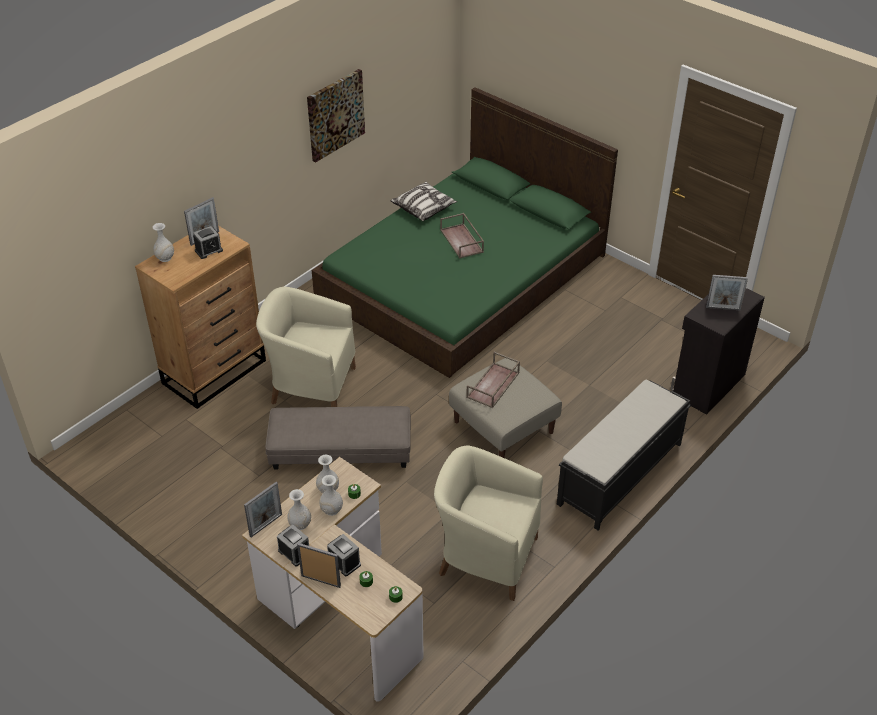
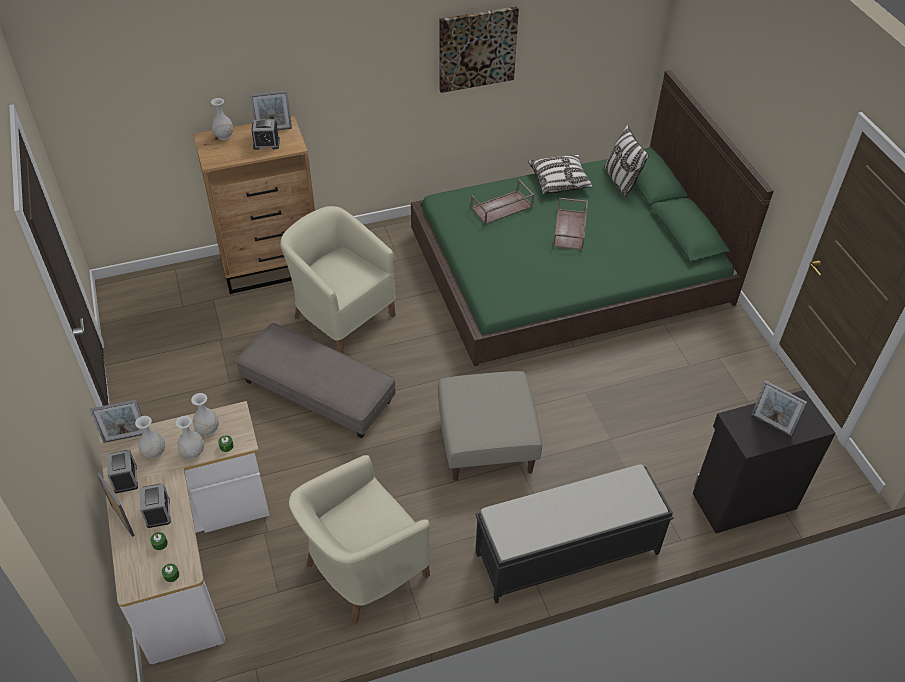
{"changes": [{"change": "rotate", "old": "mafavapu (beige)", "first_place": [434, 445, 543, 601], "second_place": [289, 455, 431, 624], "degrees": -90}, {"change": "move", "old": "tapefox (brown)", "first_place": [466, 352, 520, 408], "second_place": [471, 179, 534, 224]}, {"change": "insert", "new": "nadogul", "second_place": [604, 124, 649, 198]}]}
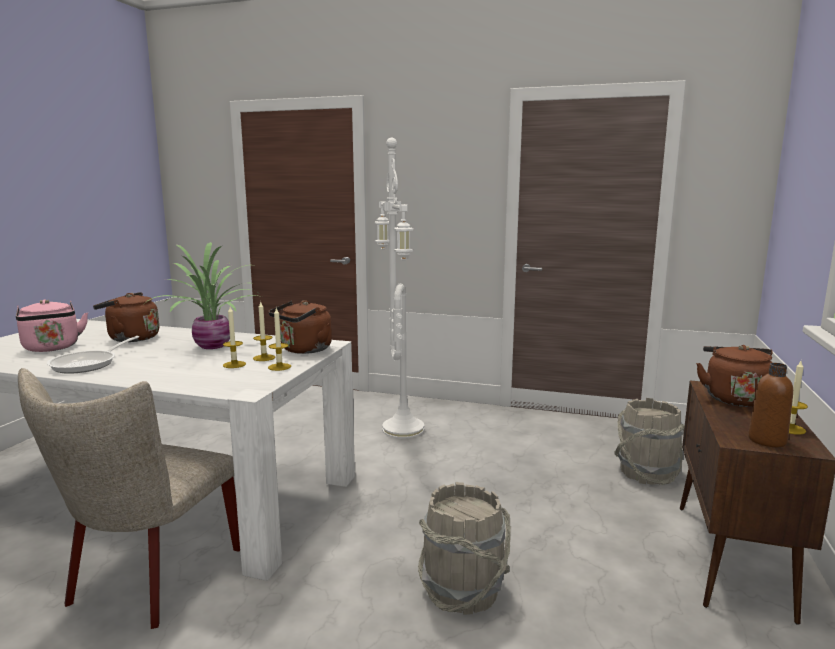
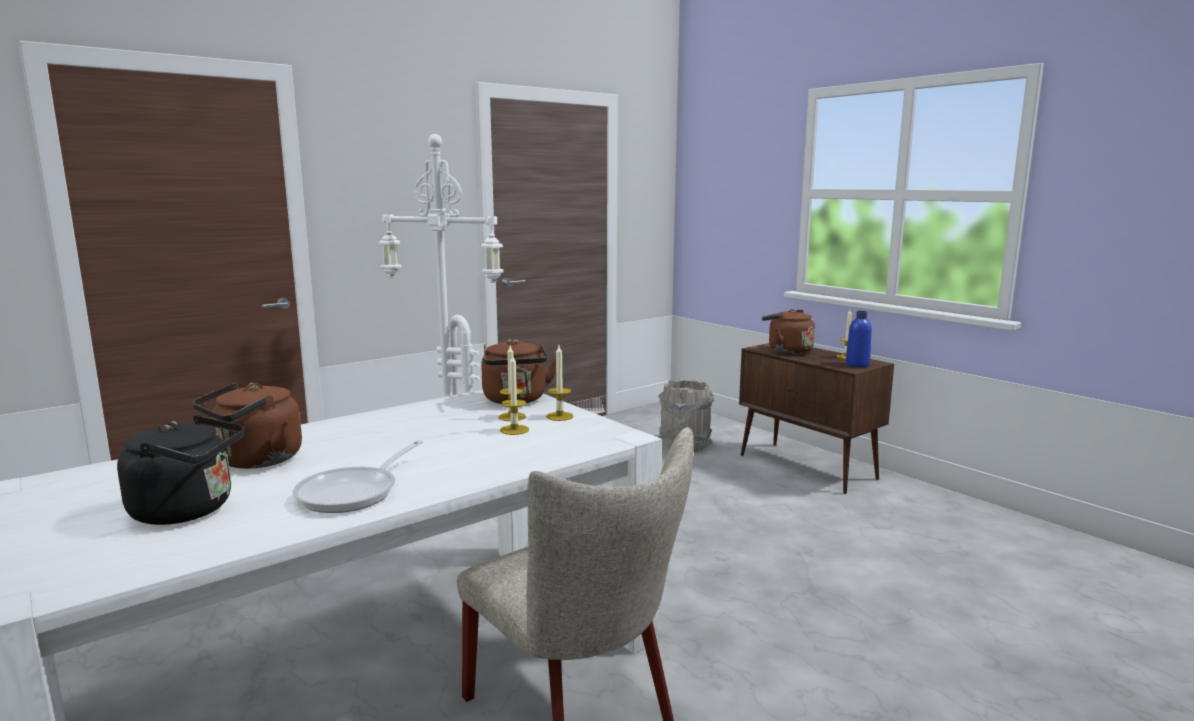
{"changes": [{"change": "recolor", "old": "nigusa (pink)", "new": "nigusa (black)", "first_place": [16, 299, 88, 352], "second_place": [117, 415, 244, 525]}, {"change": "rotate", "old": "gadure", "first_place": [47, 336, 139, 374], "second_place": [293, 440, 423, 513], "degrees": 60}, {"change": "delete", "old": "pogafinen", "first_place": [148, 242, 262, 349]}, {"change": "delete", "old": "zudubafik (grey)", "first_place": [418, 482, 511, 615]}, {"change": "recolor", "old": "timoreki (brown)", "new": "timoreki (blue)", "first_place": [748, 363, 793, 447], "second_place": [846, 311, 872, 367]}]}
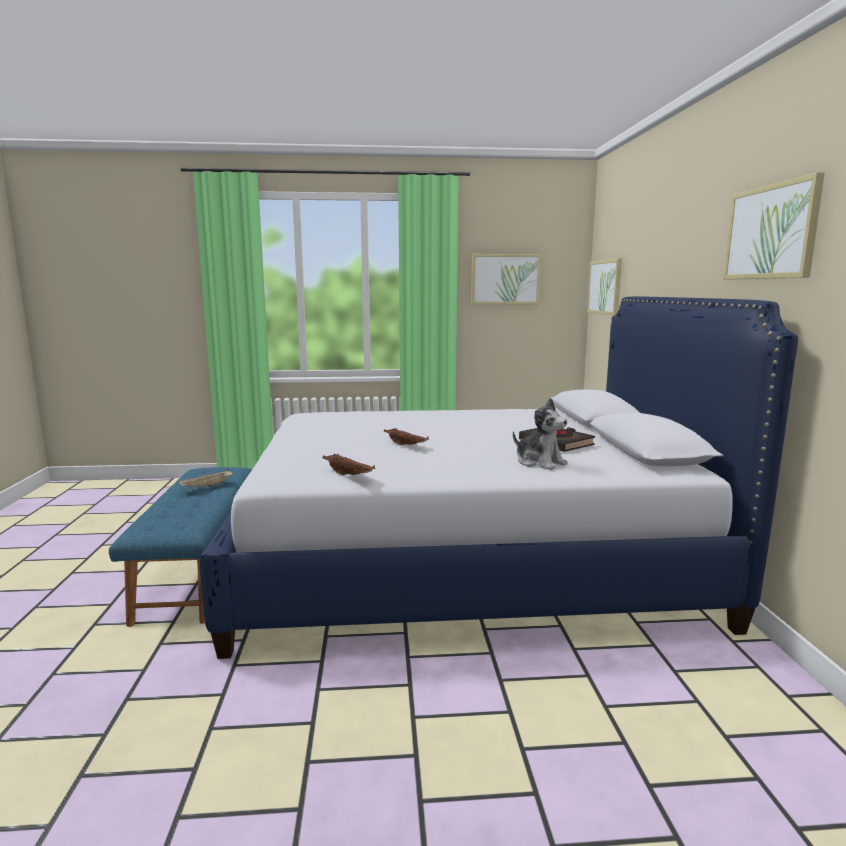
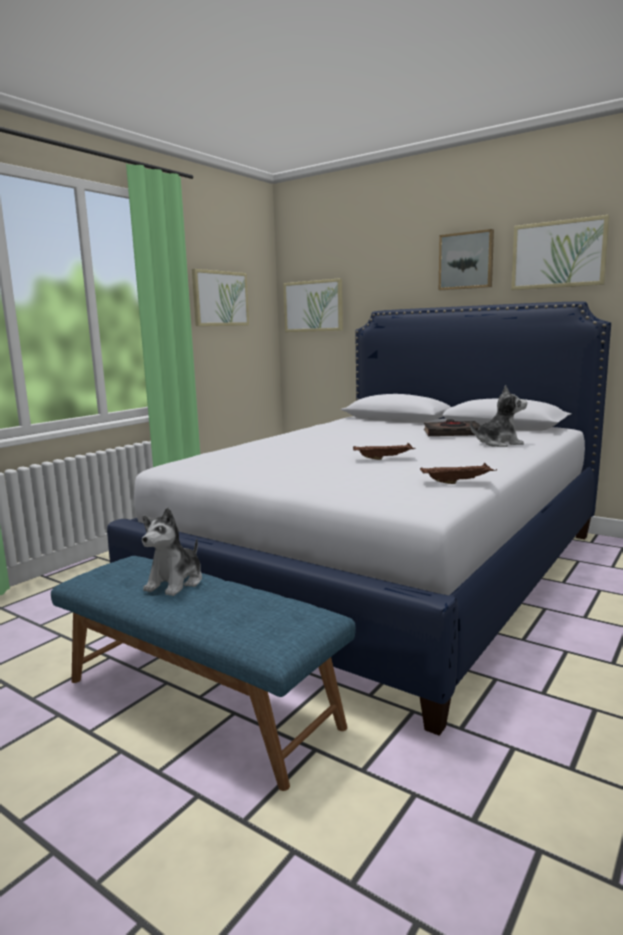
{"changes": [{"change": "replace", "old": "tapefox (beige)", "new": "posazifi", "first_place": [178, 469, 233, 487], "second_place": [142, 507, 202, 596]}, {"change": "insert", "new": "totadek", "second_place": [439, 229, 494, 290]}]}
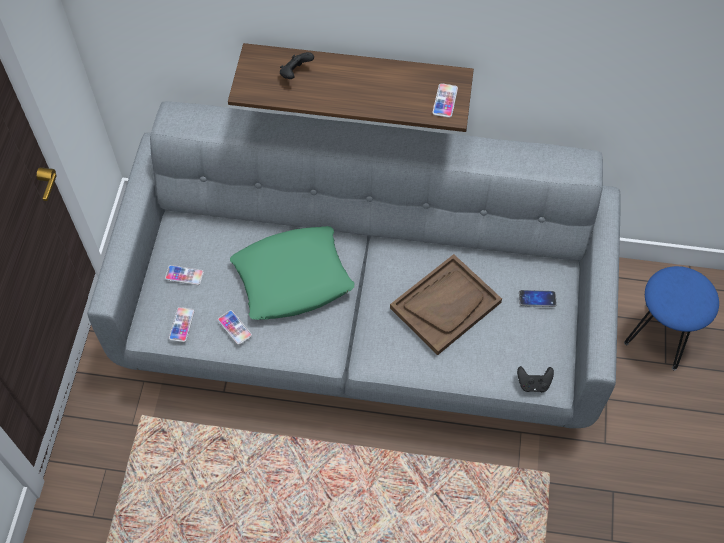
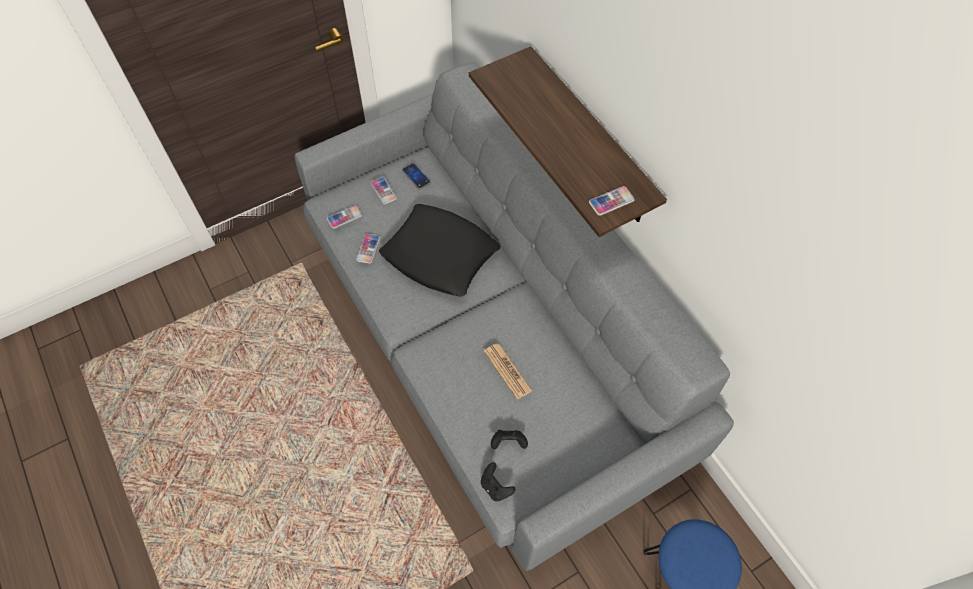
{"changes": [{"change": "recolor", "old": "nadogul (green)", "new": "nadogul (black)", "first_place": [230, 226, 354, 320], "second_place": [379, 204, 501, 297]}, {"change": "move", "old": "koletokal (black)", "first_place": [280, 52, 314, 79], "second_place": [491, 430, 528, 449]}, {"change": "replace", "old": "tapefox (brown)", "new": "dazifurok", "first_place": [390, 254, 502, 355], "second_place": [484, 343, 532, 400]}, {"change": "move", "old": "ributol", "first_place": [519, 290, 557, 307], "second_place": [402, 163, 431, 189]}]}
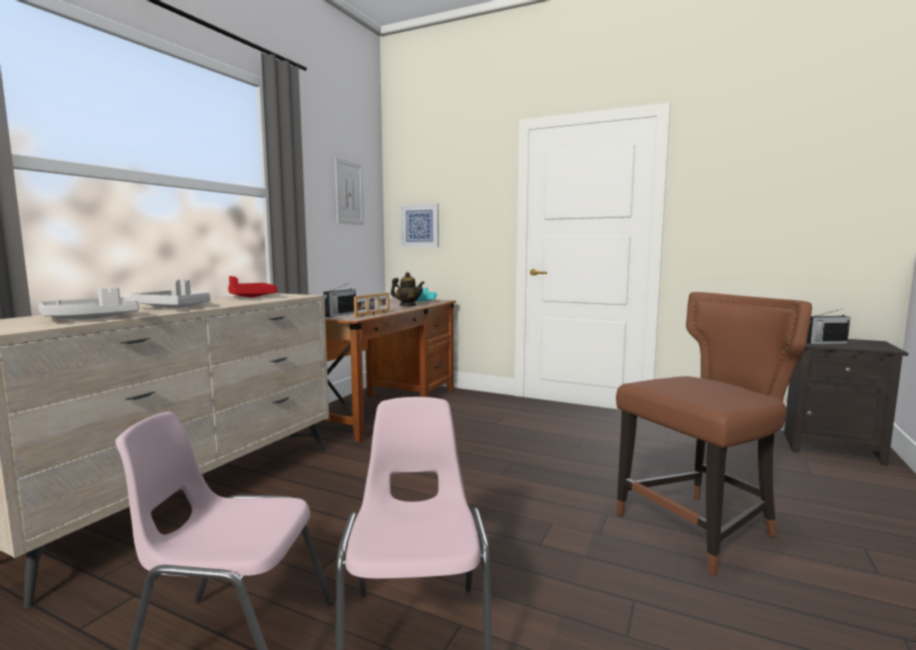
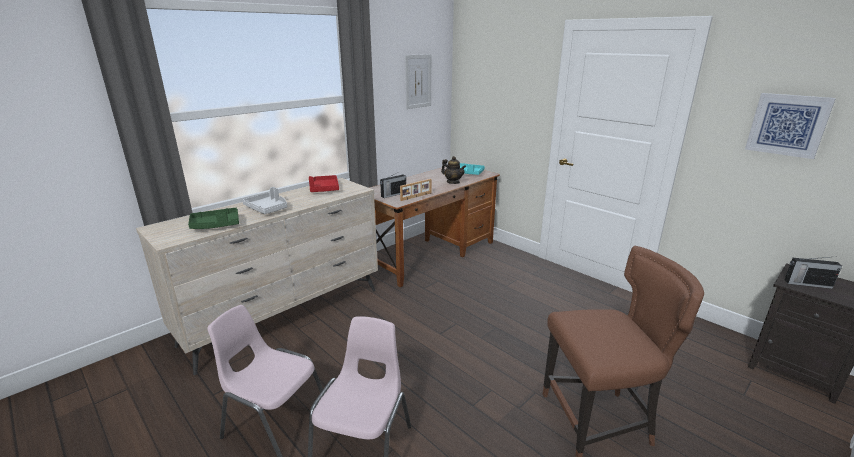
{"changes": [{"change": "recolor", "old": "tapefox (grey)", "new": "tapefox (green)", "first_place": [38, 288, 139, 319], "second_place": [188, 208, 239, 229]}, {"change": "move", "old": "totadek", "first_place": [400, 203, 439, 247], "second_place": [745, 93, 836, 159]}]}
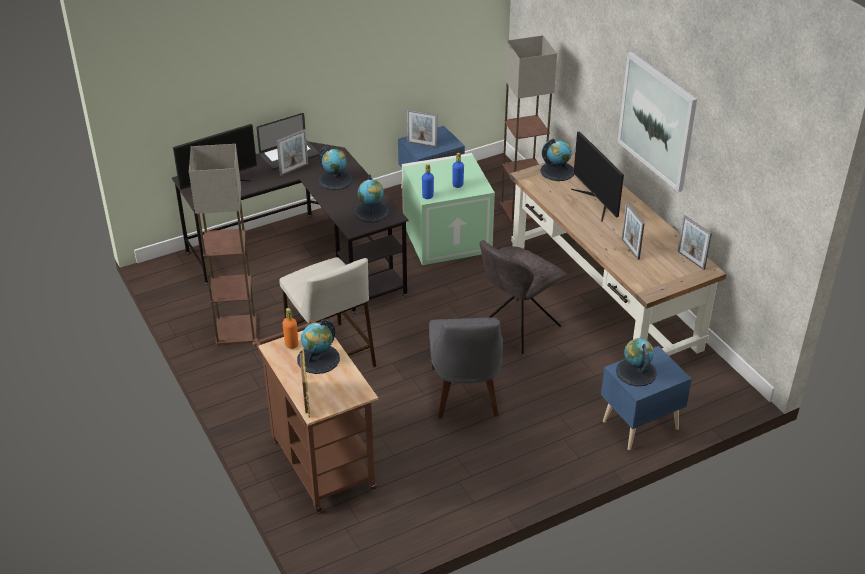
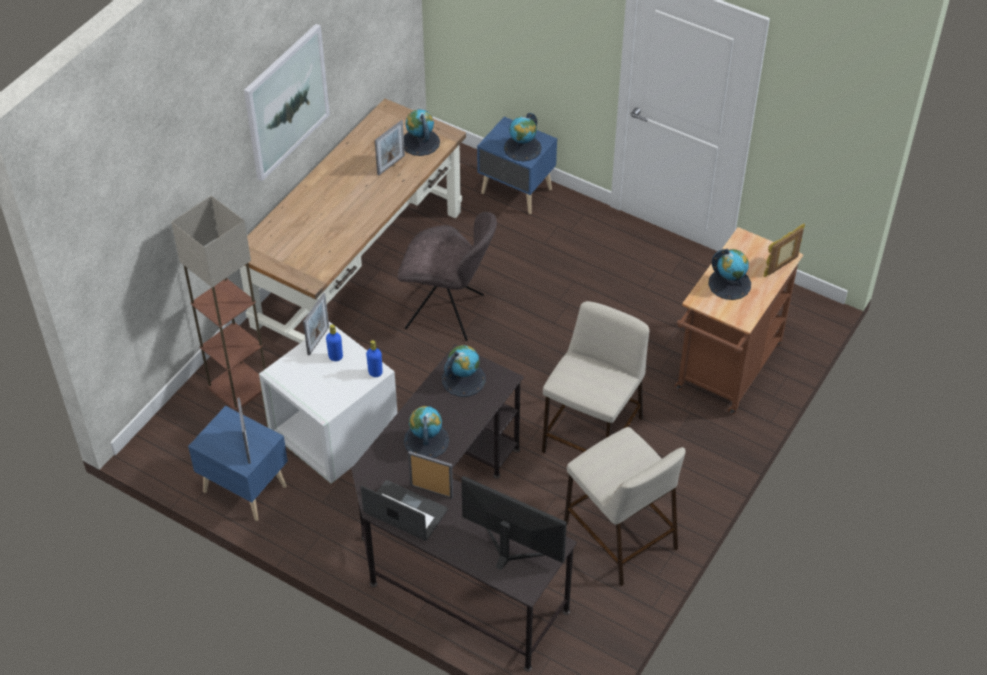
{"changes": [{"change": "replace", "old": "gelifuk", "new": "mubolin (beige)", "first_place": [189, 144, 257, 346], "second_place": [564, 427, 686, 586]}, {"change": "delete", "old": "timoreki (orange)", "first_place": [282, 308, 298, 349]}, {"change": "recolor", "old": "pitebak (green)", "new": "pitebak (white)", "first_place": [402, 153, 495, 265], "second_place": [259, 322, 398, 484]}, {"change": "delete", "old": "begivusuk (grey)", "first_place": [429, 317, 503, 419]}, {"change": "move", "old": "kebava", "first_place": [540, 138, 574, 181], "second_place": [404, 109, 440, 156]}, {"change": "delete", "old": "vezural", "first_place": [571, 131, 624, 222]}, {"change": "move", "old": "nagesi", "first_place": [677, 215, 712, 270], "second_place": [303, 293, 329, 356]}]}
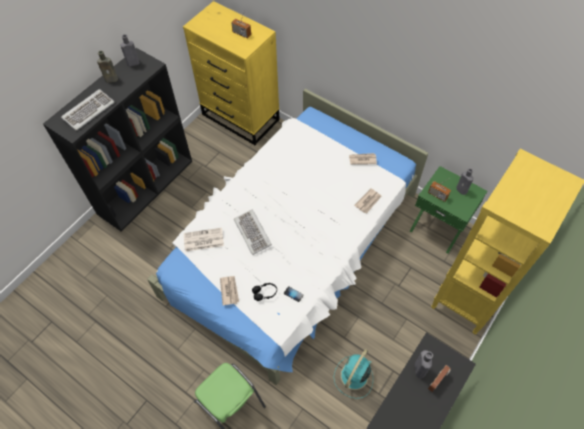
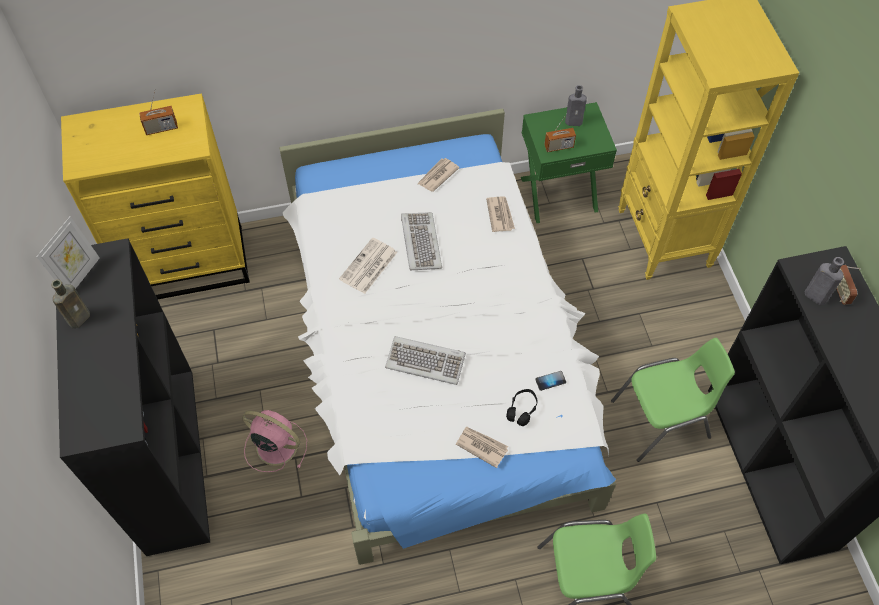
{"changes": [{"change": "move", "old": "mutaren", "first_place": [61, 89, 115, 131], "second_place": [401, 212, 442, 270]}, {"change": "replace", "old": "timoreki (grey)", "new": "nagesi", "first_place": [121, 34, 140, 67], "second_place": [37, 216, 100, 289]}, {"change": "move", "old": "dazifurok", "first_place": [184, 228, 224, 252], "second_place": [339, 238, 397, 294]}, {"change": "replace", "old": "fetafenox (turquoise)", "new": "begivusuk (green)", "first_place": [334, 349, 373, 399], "second_place": [611, 338, 735, 462]}, {"change": "insert", "new": "fetafenox (pink)", "second_place": [242, 410, 307, 472]}]}
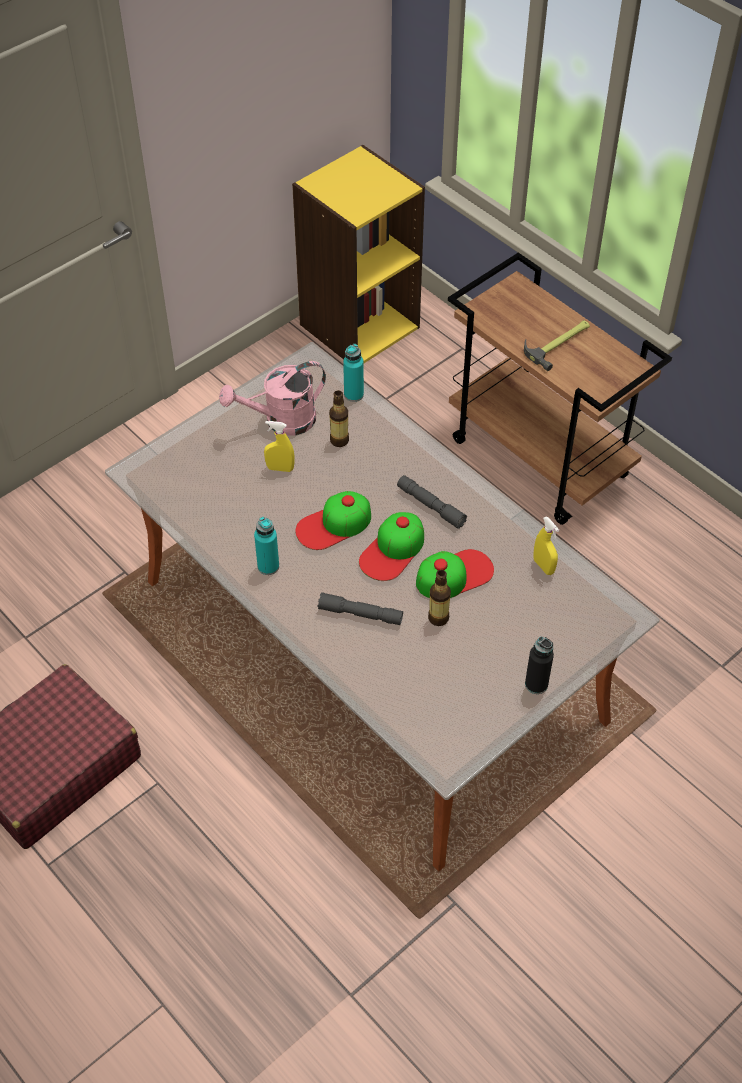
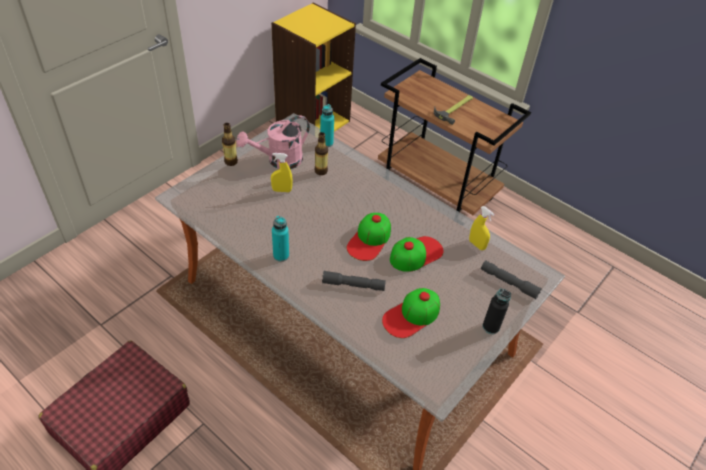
{"changes": [{"change": "move", "old": "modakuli", "first_place": [295, 491, 371, 550], "second_place": [382, 288, 440, 338]}, {"change": "move", "old": "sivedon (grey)", "first_place": [397, 475, 467, 529], "second_place": [481, 260, 542, 299]}, {"change": "move", "old": "timoreki", "first_place": [428, 570, 451, 626], "second_place": [222, 123, 238, 166]}]}
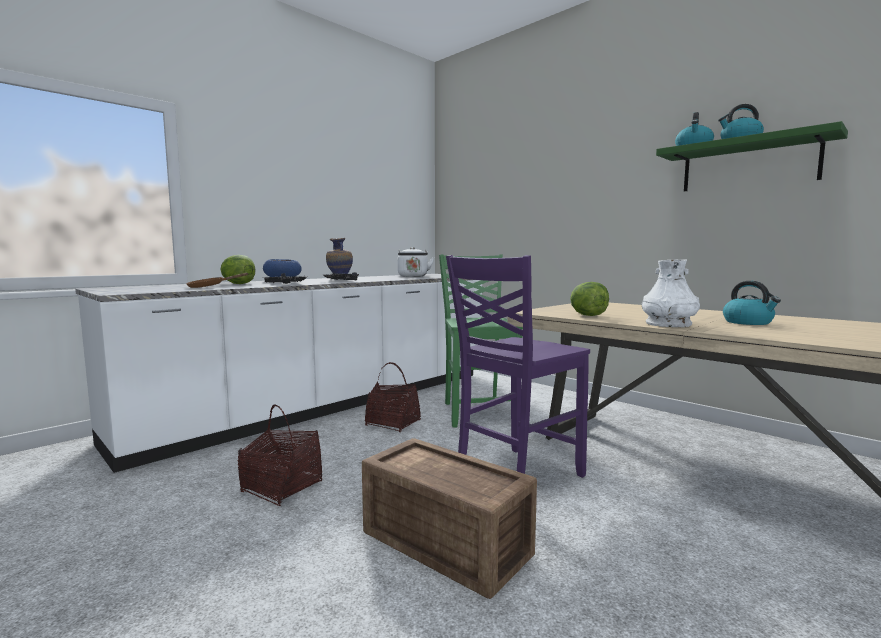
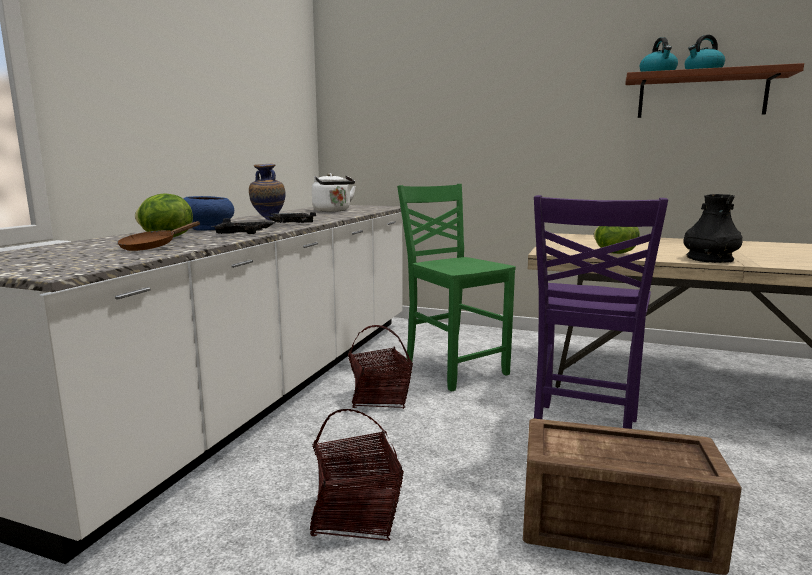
{"changes": [{"change": "recolor", "old": "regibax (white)", "new": "regibax (black)", "first_place": [642, 259, 700, 327], "second_place": [683, 194, 742, 263]}, {"change": "recolor", "old": "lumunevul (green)", "new": "lumunevul (brown)", "first_place": [656, 121, 848, 191], "second_place": [625, 63, 804, 118]}, {"change": "delete", "old": "nigusa", "first_place": [723, 281, 781, 325]}]}
